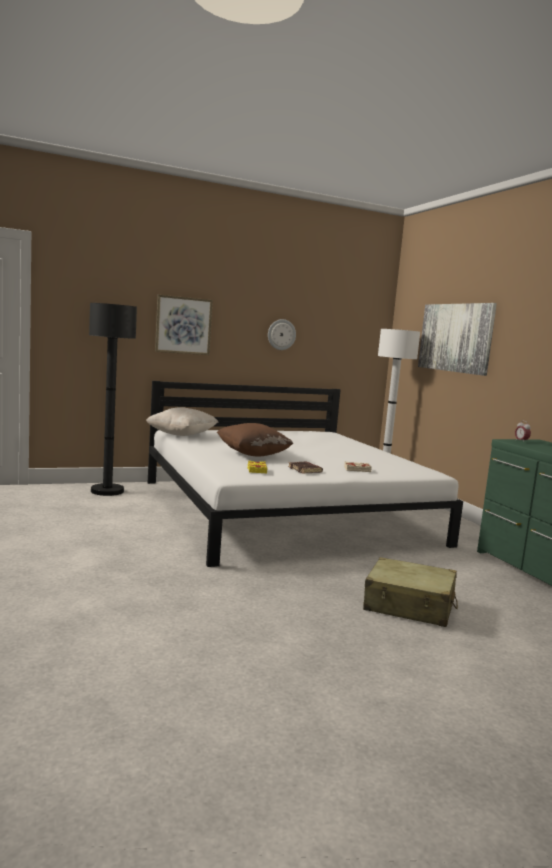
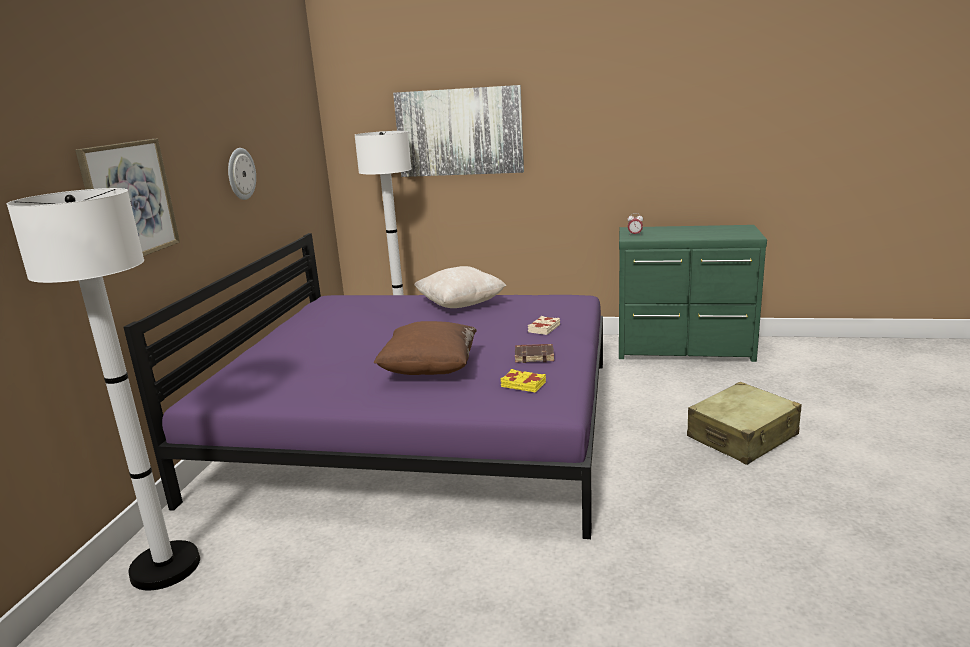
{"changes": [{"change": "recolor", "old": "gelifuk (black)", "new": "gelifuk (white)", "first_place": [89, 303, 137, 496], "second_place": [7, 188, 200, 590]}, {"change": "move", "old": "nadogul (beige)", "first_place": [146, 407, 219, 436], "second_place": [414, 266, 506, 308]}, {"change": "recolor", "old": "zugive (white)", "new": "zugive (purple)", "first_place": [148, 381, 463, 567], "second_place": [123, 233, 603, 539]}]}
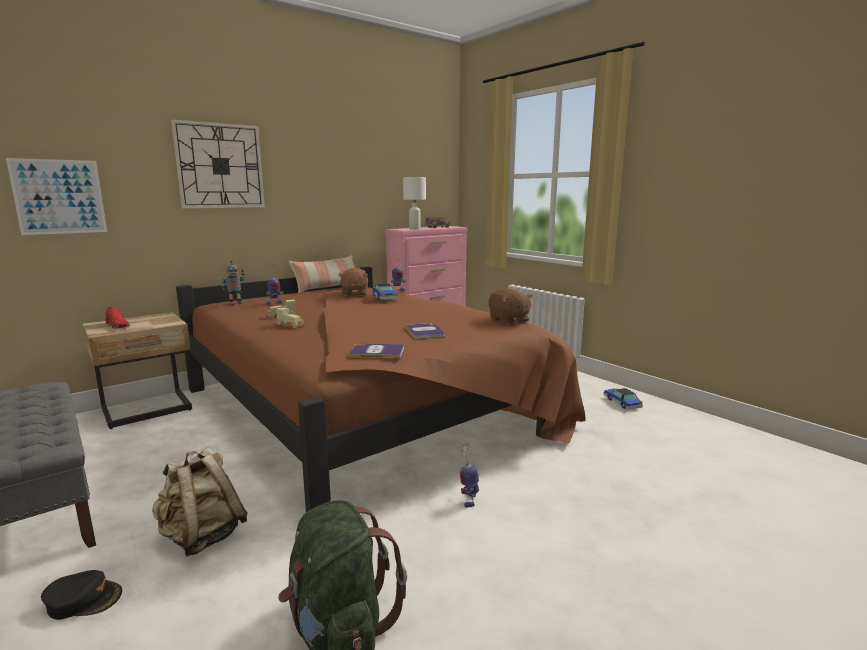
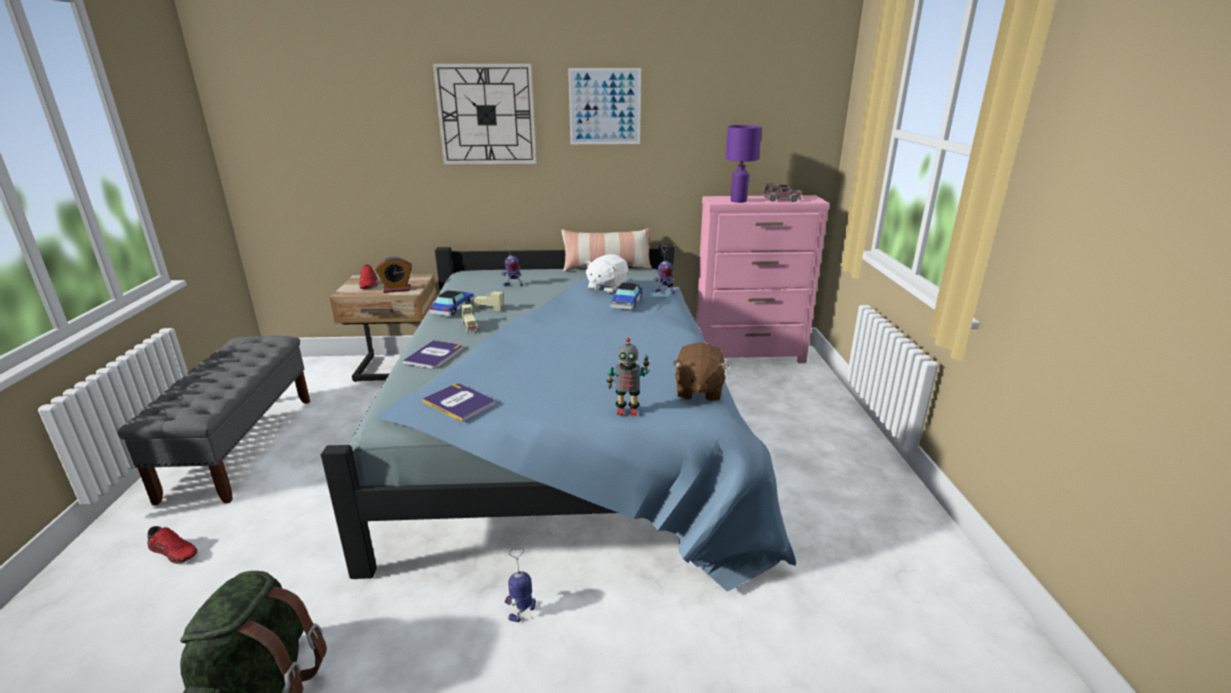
{"changes": [{"change": "move", "old": "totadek", "first_place": [6, 158, 107, 235], "second_place": [568, 68, 641, 144]}, {"change": "replace", "old": "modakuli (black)", "new": "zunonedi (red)", "first_place": [41, 570, 122, 620], "second_place": [147, 526, 198, 564]}, {"change": "delete", "old": "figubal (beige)", "first_place": [152, 447, 248, 557]}, {"change": "recolor", "old": "zugive (brown)", "new": "zugive (blue)", "first_place": [176, 267, 586, 512], "second_place": [321, 244, 796, 592]}, {"change": "move", "old": "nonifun", "first_place": [221, 260, 245, 305], "second_place": [606, 338, 649, 416]}, {"change": "recolor", "old": "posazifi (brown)", "new": "posazifi (white)", "first_place": [338, 268, 368, 296], "second_place": [585, 254, 628, 293]}, {"change": "recolor", "old": "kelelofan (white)", "new": "kelelofan (purple)", "first_place": [403, 177, 426, 230], "second_place": [726, 125, 762, 203]}, {"change": "move", "old": "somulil", "first_place": [405, 323, 445, 339], "second_place": [403, 340, 463, 369]}, {"change": "move", "old": "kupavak", "first_place": [603, 388, 643, 409], "second_place": [430, 291, 474, 316]}, {"change": "insert", "new": "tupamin", "second_place": [376, 257, 412, 293]}]}
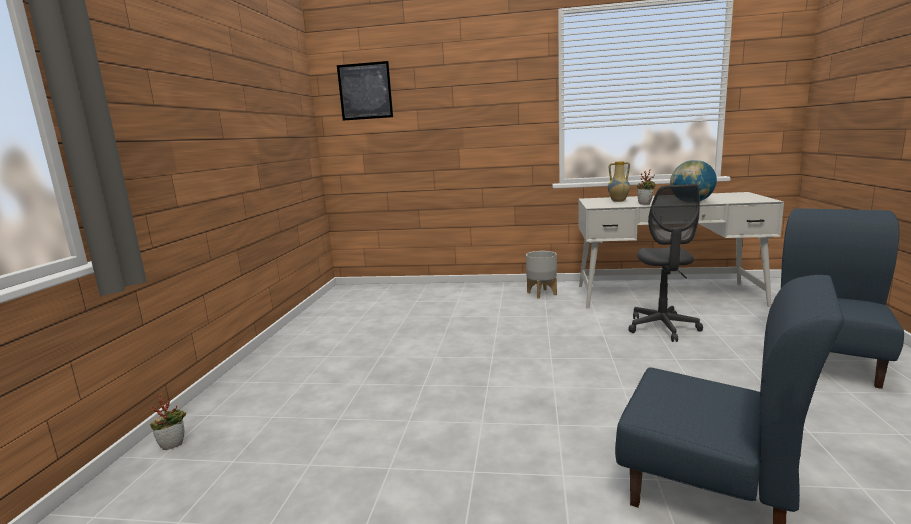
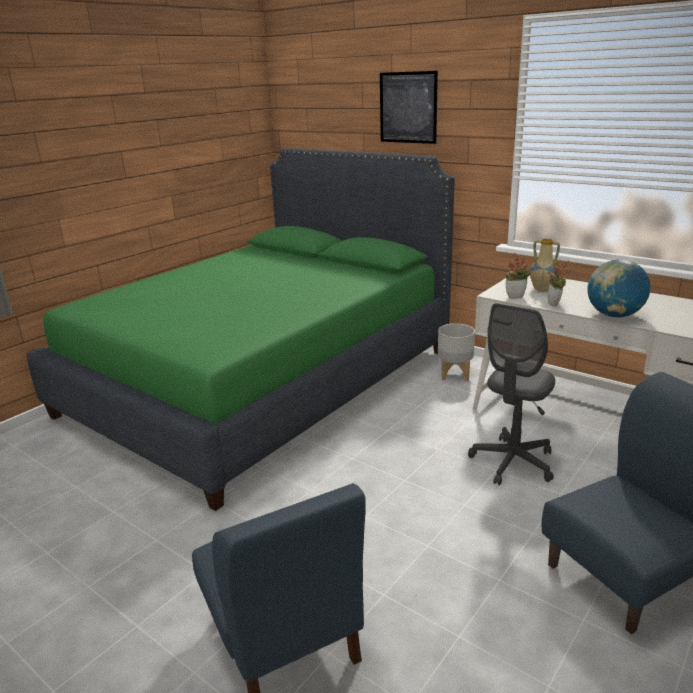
{"changes": [{"change": "move", "old": "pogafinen", "first_place": [150, 393, 186, 450], "second_place": [505, 253, 531, 299]}, {"change": "move", "old": "totadek", "first_place": [337, 61, 393, 121], "second_place": [380, 71, 438, 144]}, {"change": "insert", "new": "zugive (green)", "second_place": [27, 148, 455, 511]}]}
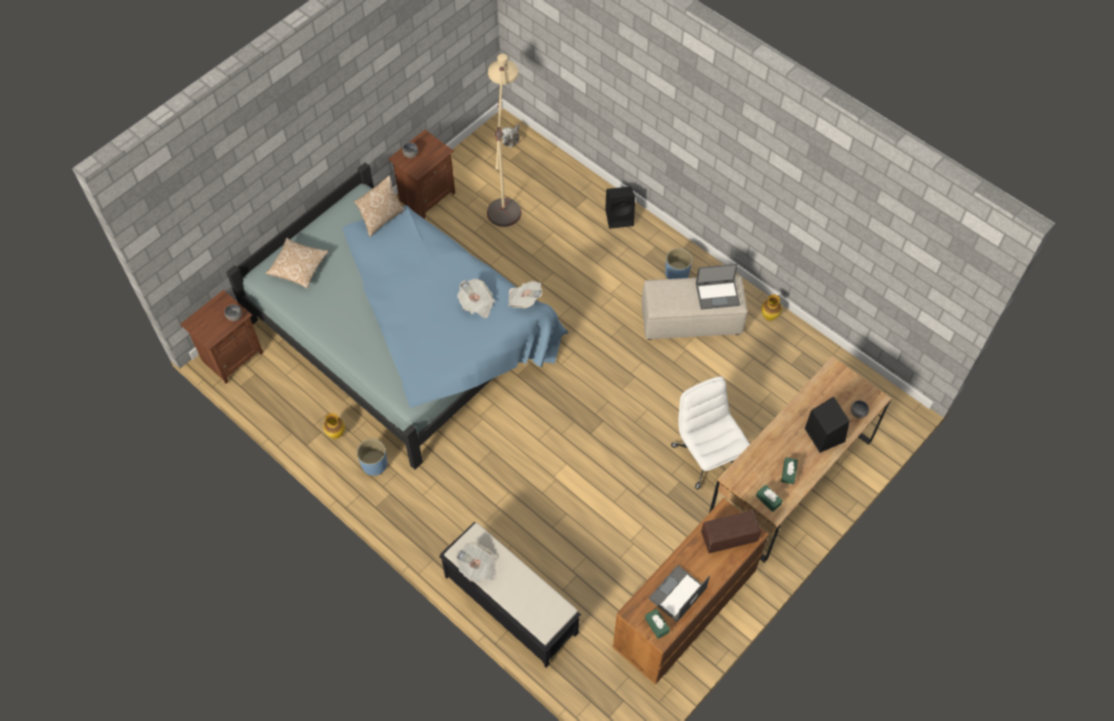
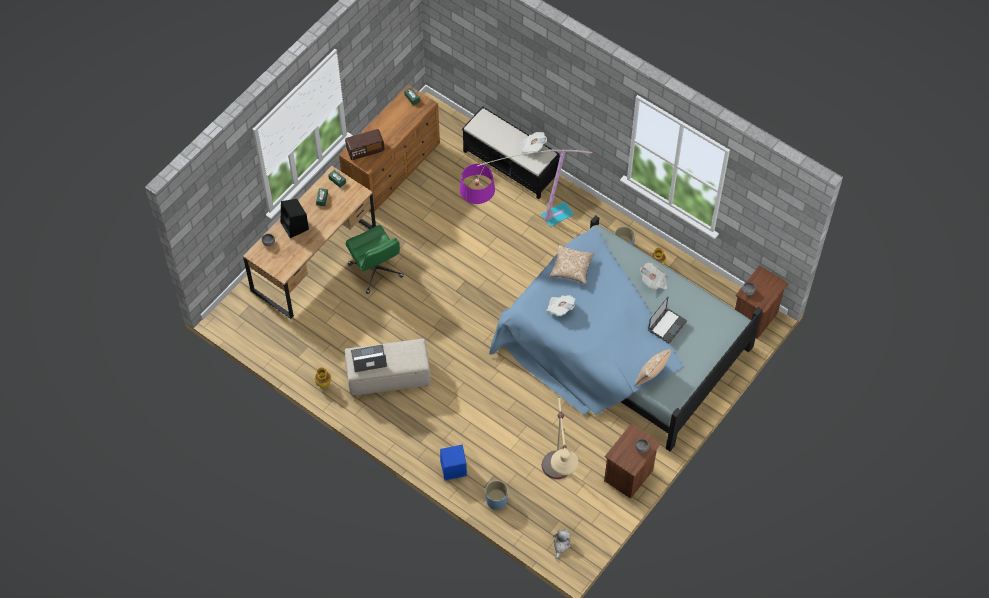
{"changes": [{"change": "move", "old": "nadogul", "first_place": [266, 238, 329, 288], "second_place": [549, 245, 594, 284]}, {"change": "move", "old": "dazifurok", "first_place": [508, 281, 543, 309], "second_place": [640, 263, 667, 290]}, {"change": "recolor", "old": "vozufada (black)", "new": "vozufada (blue)", "first_place": [605, 186, 635, 229], "second_place": [440, 445, 467, 480]}, {"change": "move", "old": "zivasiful", "first_place": [648, 565, 710, 622], "second_place": [648, 296, 687, 344]}, {"change": "move", "old": "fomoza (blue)", "first_place": [665, 248, 692, 279], "second_place": [485, 480, 508, 510]}, {"change": "recolor", "old": "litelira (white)", "new": "litelira (green)", "first_place": [671, 376, 750, 489], "second_place": [345, 225, 404, 294]}, {"change": "insert", "new": "gelifuk", "second_place": [460, 149, 593, 227]}]}
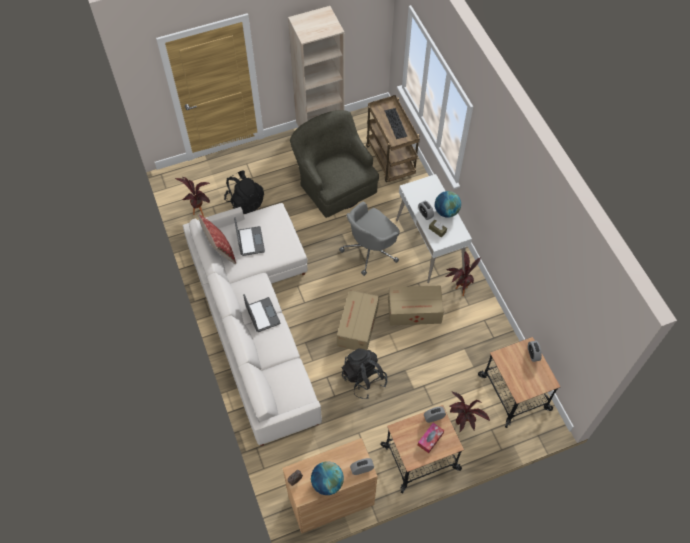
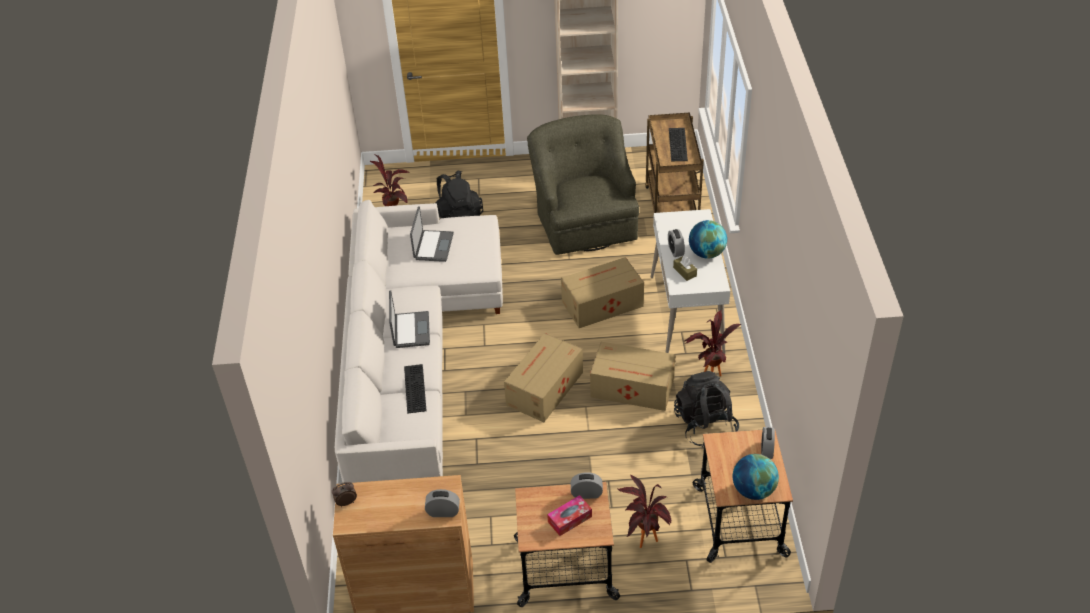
{"changes": [{"change": "delete", "old": "nadogul", "first_place": [198, 214, 236, 264]}, {"change": "move", "old": "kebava", "first_place": [311, 461, 344, 495], "second_place": [733, 454, 779, 500]}, {"change": "replace", "old": "litelira (grey)", "new": "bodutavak", "first_place": [339, 202, 400, 276], "second_place": [561, 257, 644, 328]}, {"change": "move", "old": "figubal (black)", "first_place": [342, 348, 387, 399], "second_place": [674, 371, 739, 447]}, {"change": "insert", "new": "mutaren", "second_place": [404, 364, 426, 414]}]}
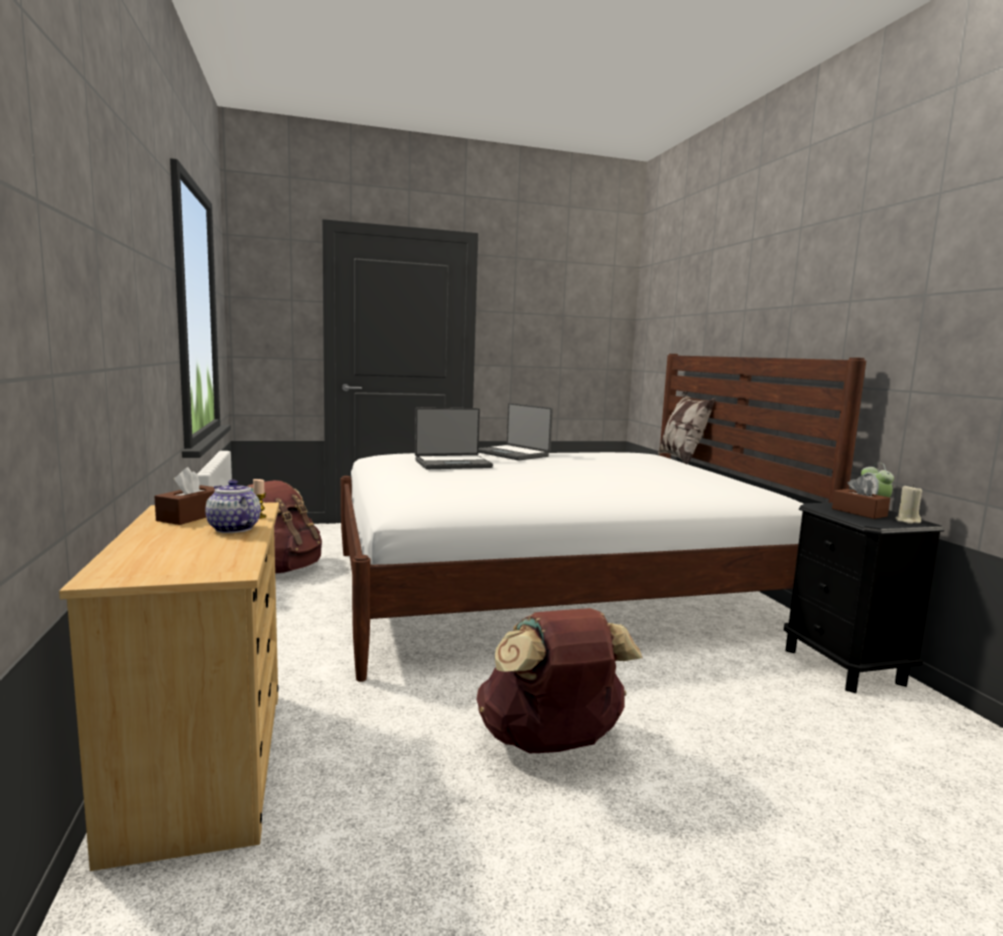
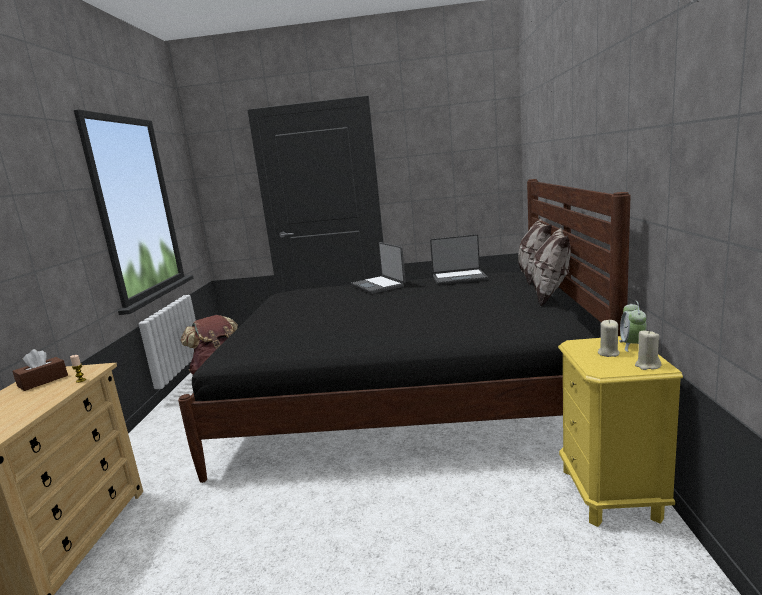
{"changes": [{"change": "delete", "old": "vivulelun", "first_place": [205, 480, 261, 533]}, {"change": "recolor", "old": "zugive (white)", "new": "zugive (black)", "first_place": [341, 354, 866, 682], "second_place": [178, 179, 631, 483]}, {"change": "move", "old": "zivasiful", "first_place": [415, 407, 493, 469], "second_place": [430, 234, 488, 285]}, {"change": "delete", "old": "figubal (brown)", "first_place": [476, 608, 643, 753]}, {"change": "recolor", "old": "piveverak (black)", "new": "piveverak (yellow)", "first_place": [784, 503, 944, 693], "second_place": [558, 336, 683, 527]}, {"change": "replace", "old": "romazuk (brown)", "new": "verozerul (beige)", "first_place": [832, 476, 890, 519], "second_place": [598, 320, 620, 357]}, {"change": "insert", "new": "nadogul", "second_place": [531, 225, 571, 306]}]}
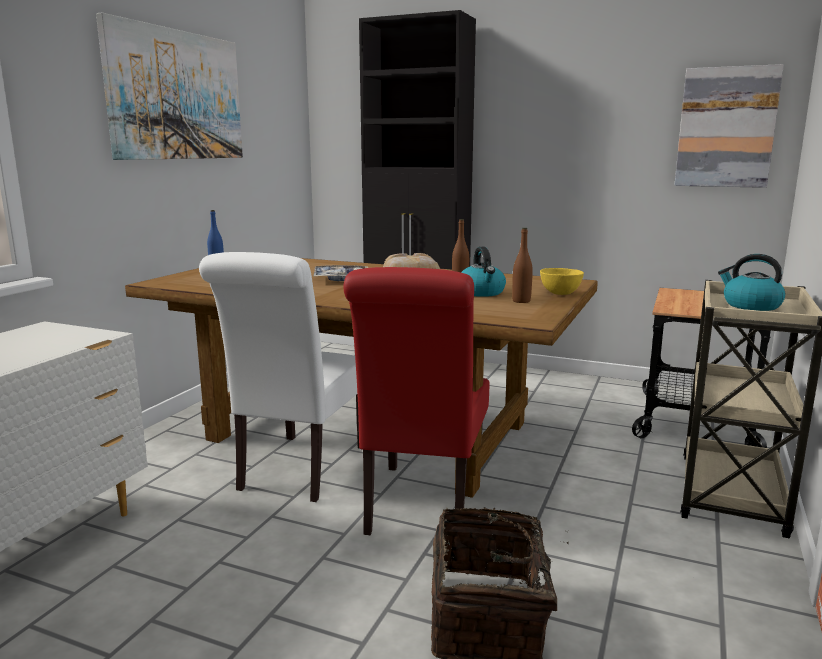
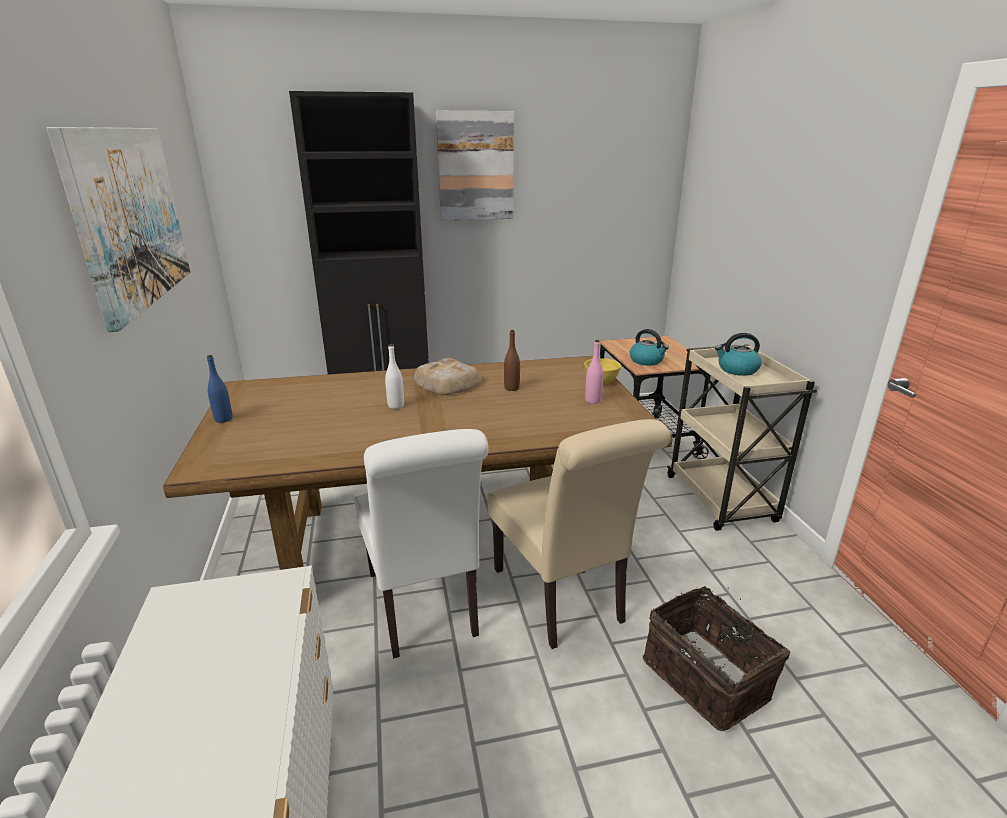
{"changes": [{"change": "replace", "old": "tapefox", "new": "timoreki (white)", "first_place": [314, 265, 368, 281], "second_place": [385, 344, 404, 409]}, {"change": "recolor", "old": "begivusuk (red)", "new": "begivusuk (beige)", "first_place": [343, 267, 489, 535], "second_place": [487, 419, 671, 649]}, {"change": "move", "old": "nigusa", "first_place": [461, 247, 506, 297], "second_place": [630, 329, 669, 366]}, {"change": "recolor", "old": "timoreki (brown)", "new": "timoreki (pink)", "first_place": [512, 228, 533, 303], "second_place": [585, 340, 603, 404]}, {"change": "move", "old": "totadek", "first_place": [674, 64, 784, 188], "second_place": [436, 111, 514, 221]}]}
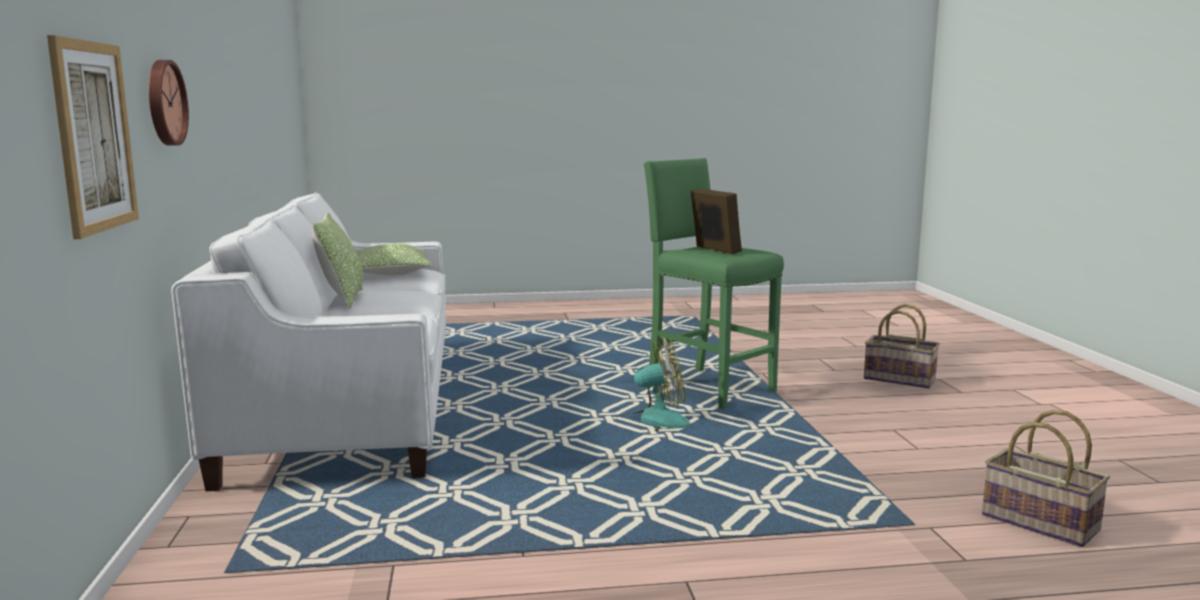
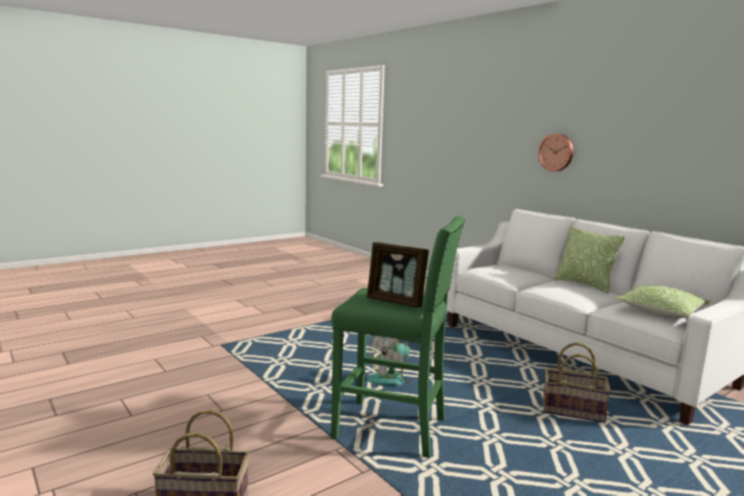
{"changes": [{"change": "delete", "old": "totadek", "first_place": [47, 35, 139, 239]}, {"change": "move", "old": "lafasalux", "first_place": [982, 410, 1110, 547], "second_place": [543, 342, 611, 423]}]}
